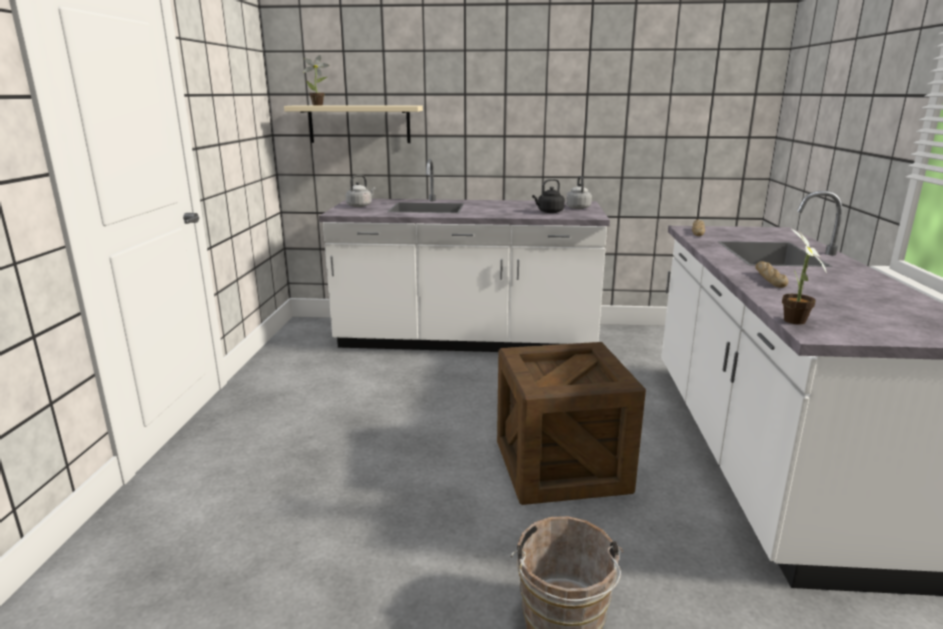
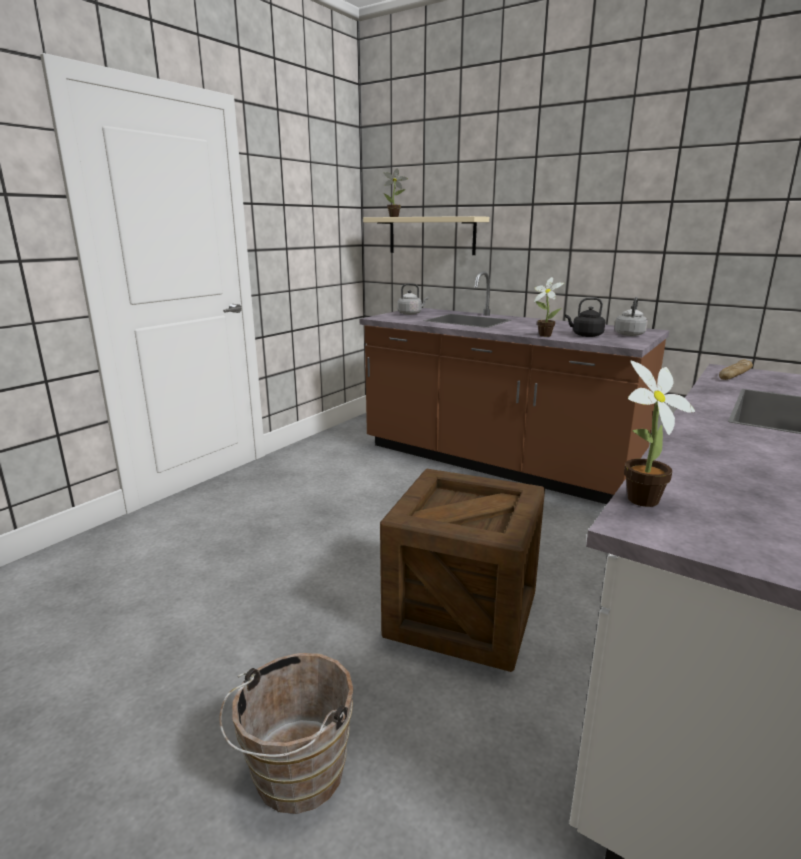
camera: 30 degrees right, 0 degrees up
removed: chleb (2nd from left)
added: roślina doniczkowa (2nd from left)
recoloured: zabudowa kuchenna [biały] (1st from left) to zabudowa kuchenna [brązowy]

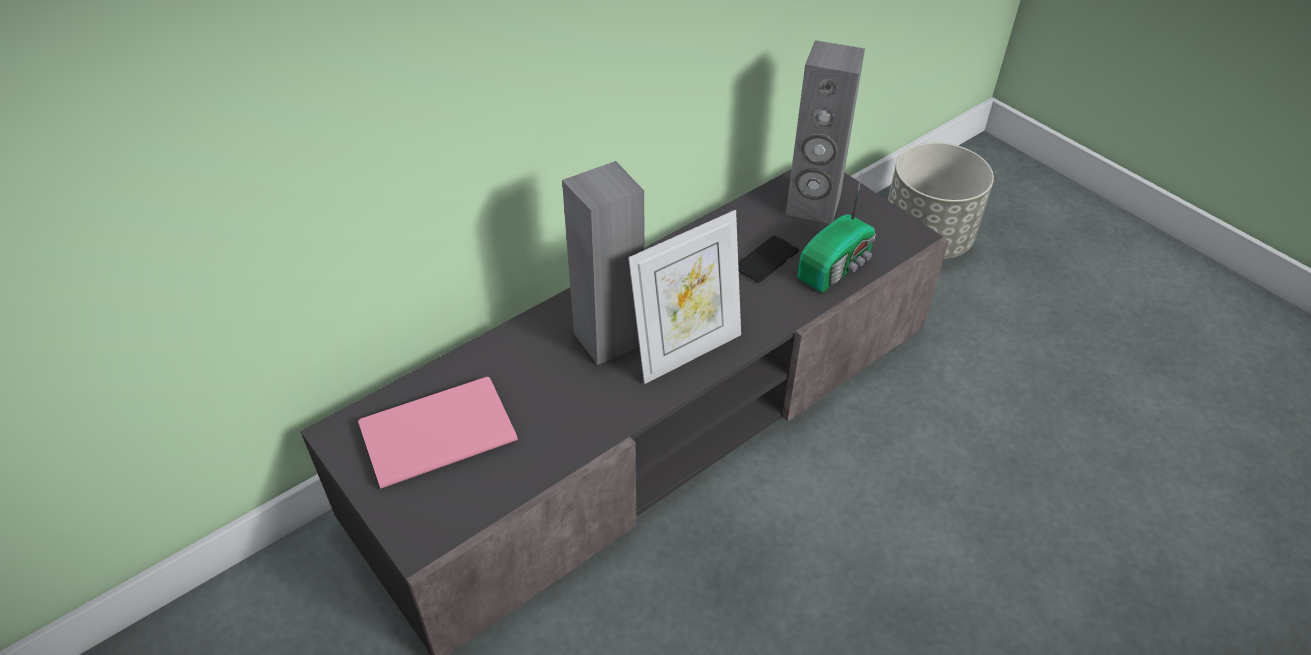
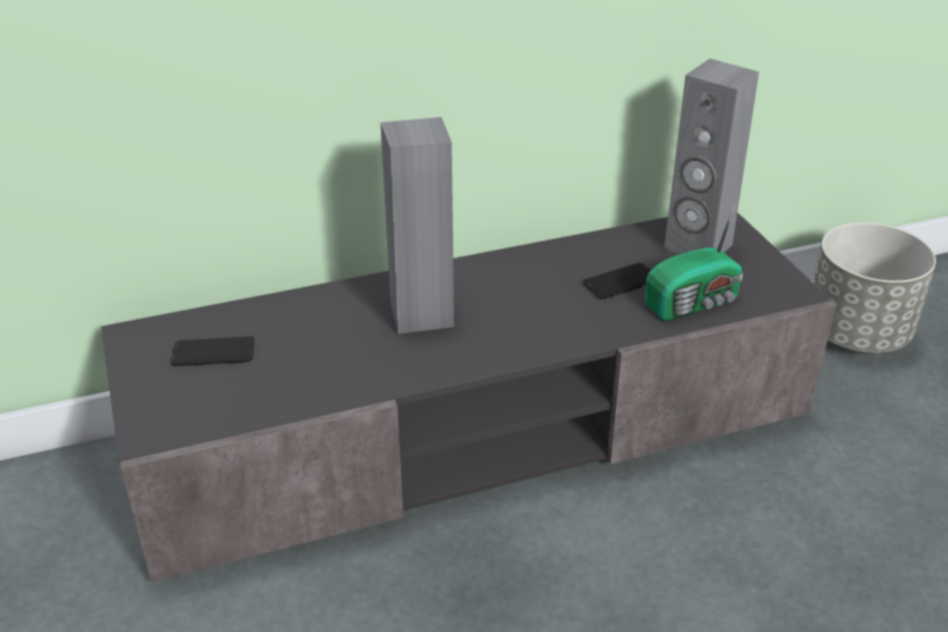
camera: 20 degrees right, 10 degrees down
removed: ramka na zdjęcie
replaced: książka [różowy] to telefon (1st from left)

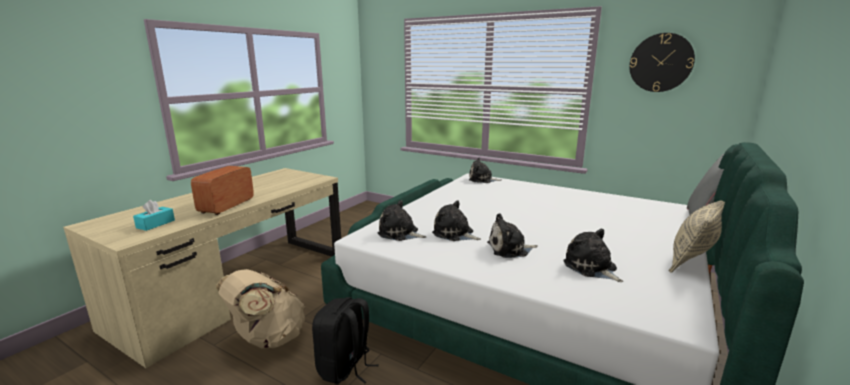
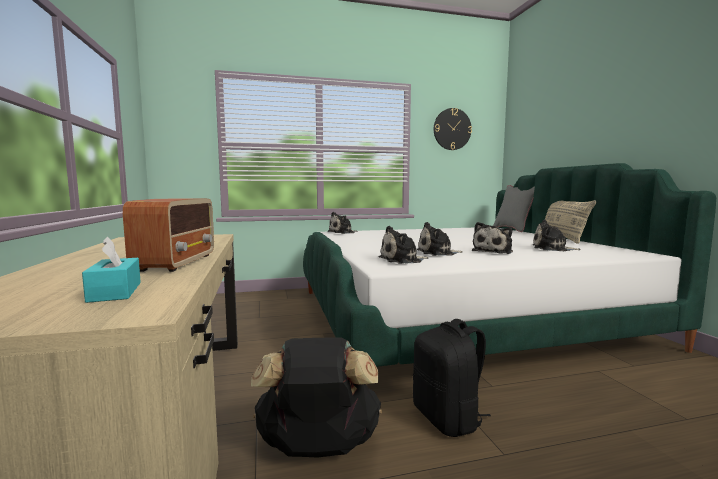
camera: 45 degrees left, 10 degrees down
recoloured: plecak [beżowy] to plecak [czarny] (1st from left)
turned: radio 150 degrees counterclockwise

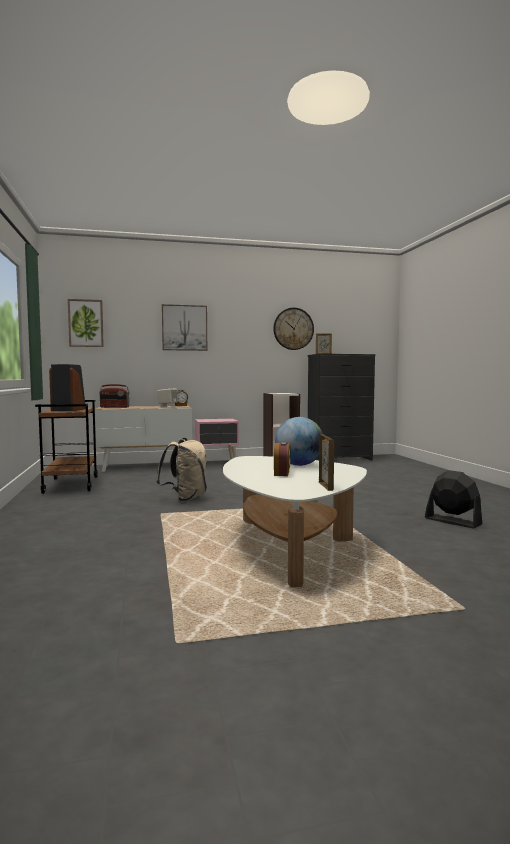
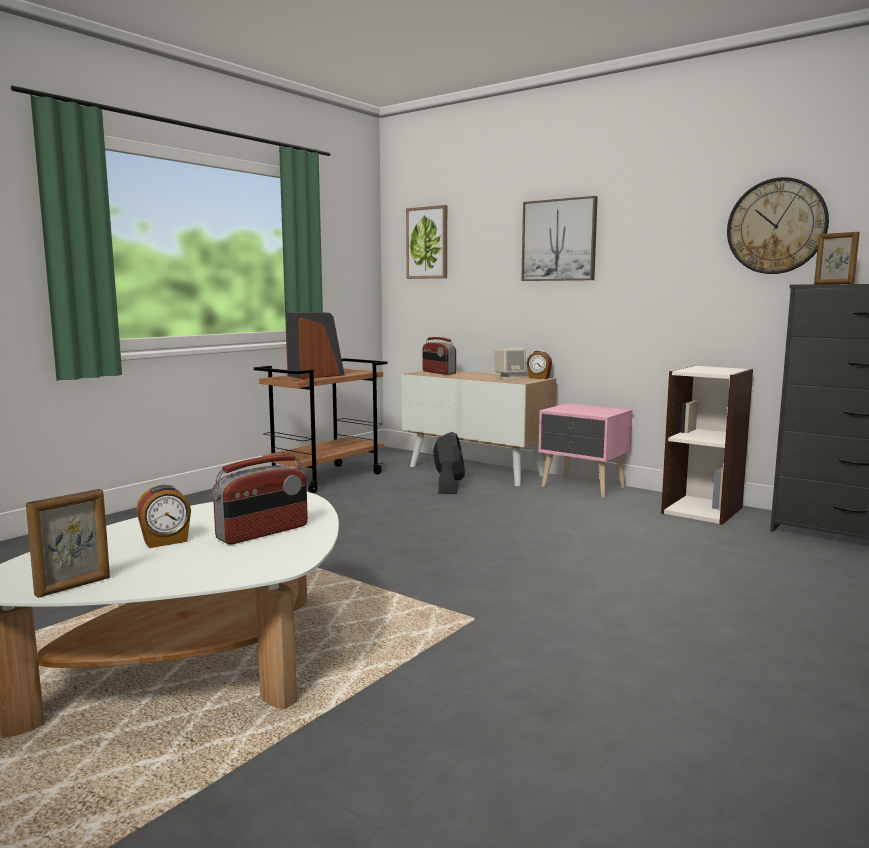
camera: 50 degrees right, 5 degrees up
removed: plecak [beżowy]
moved: wentylator [czarny]
replaced: globus to radio (1st from left)

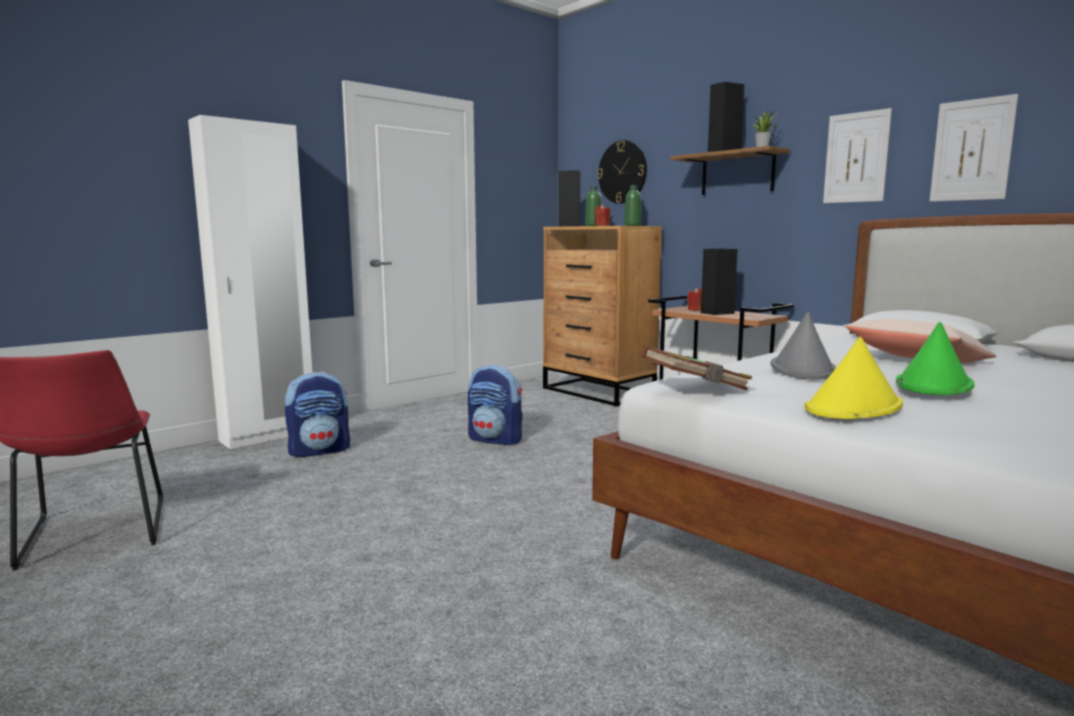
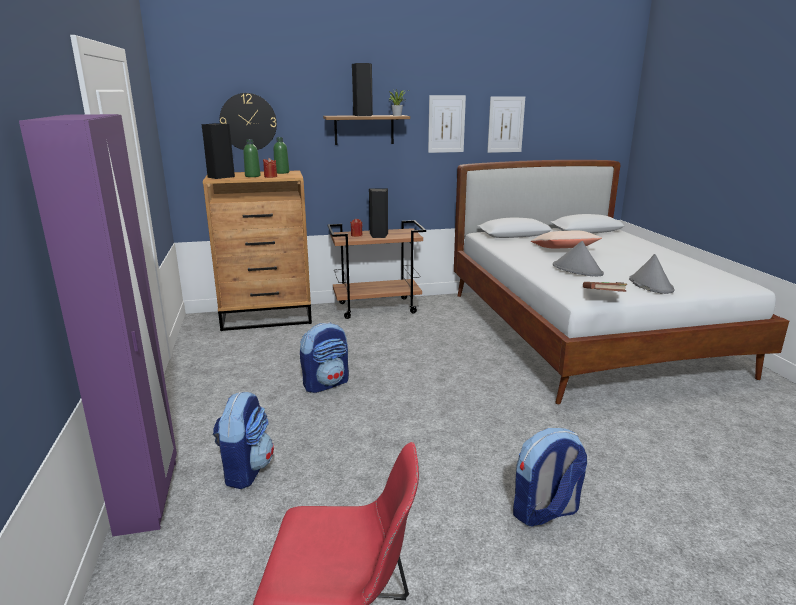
camera: 60 degrees left, 10 degrees up
removed: kapelusz [zielony]
added: plecak (3rd from left)
recoloured: szafa [biały] to szafa [fioletowy]; kapelusz [żółty] to kapelusz [szary] (2nd from left)

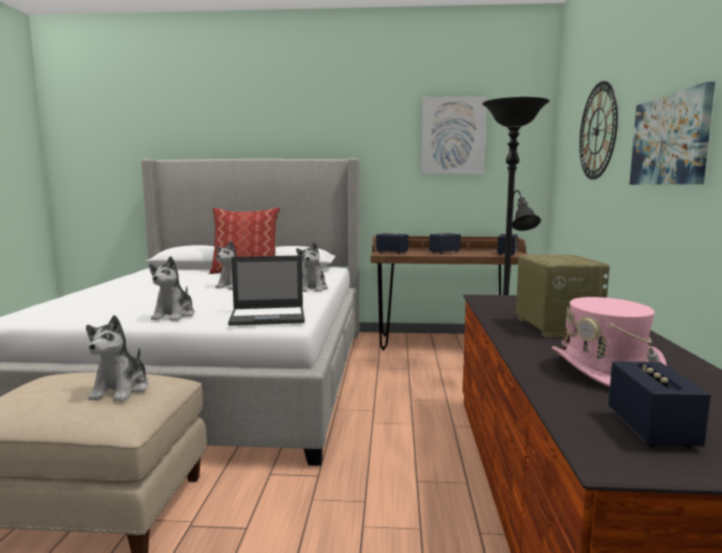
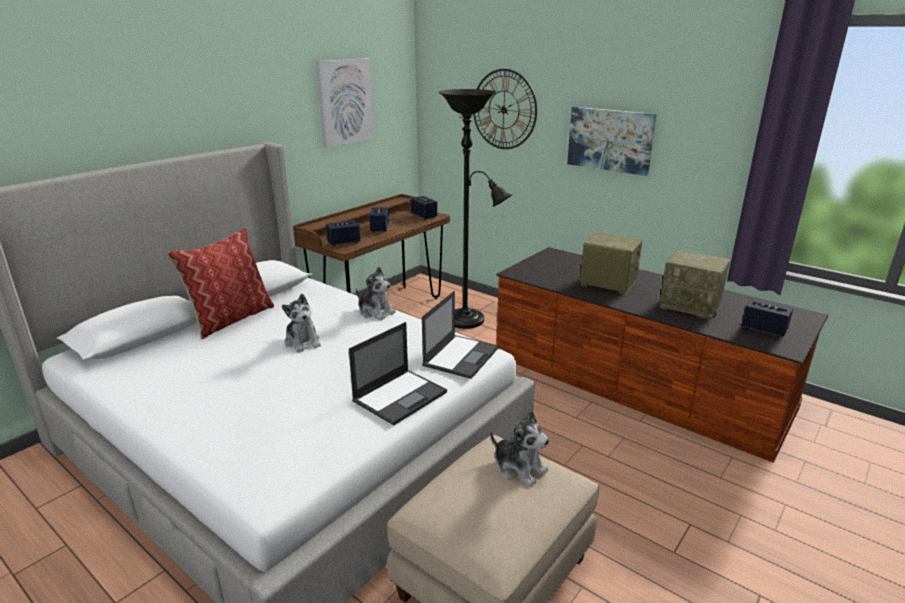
camera: 55 degrees left, 15 degrees up
replaced: pluszak (2nd from left) to laptop (1st from left); kapelusz [różowy] to radio (2nd from left)

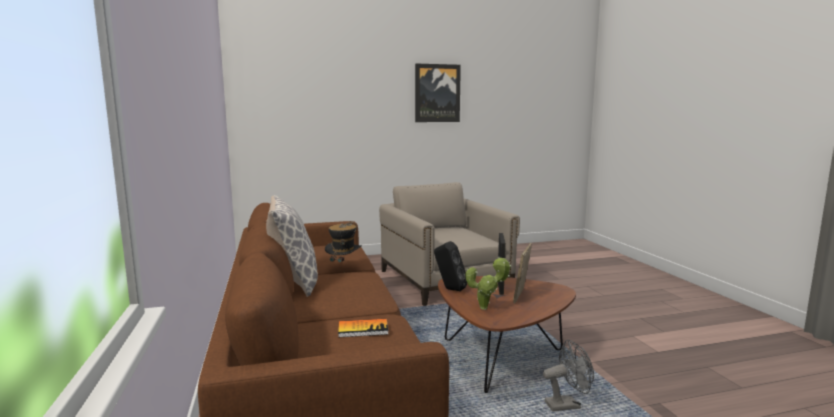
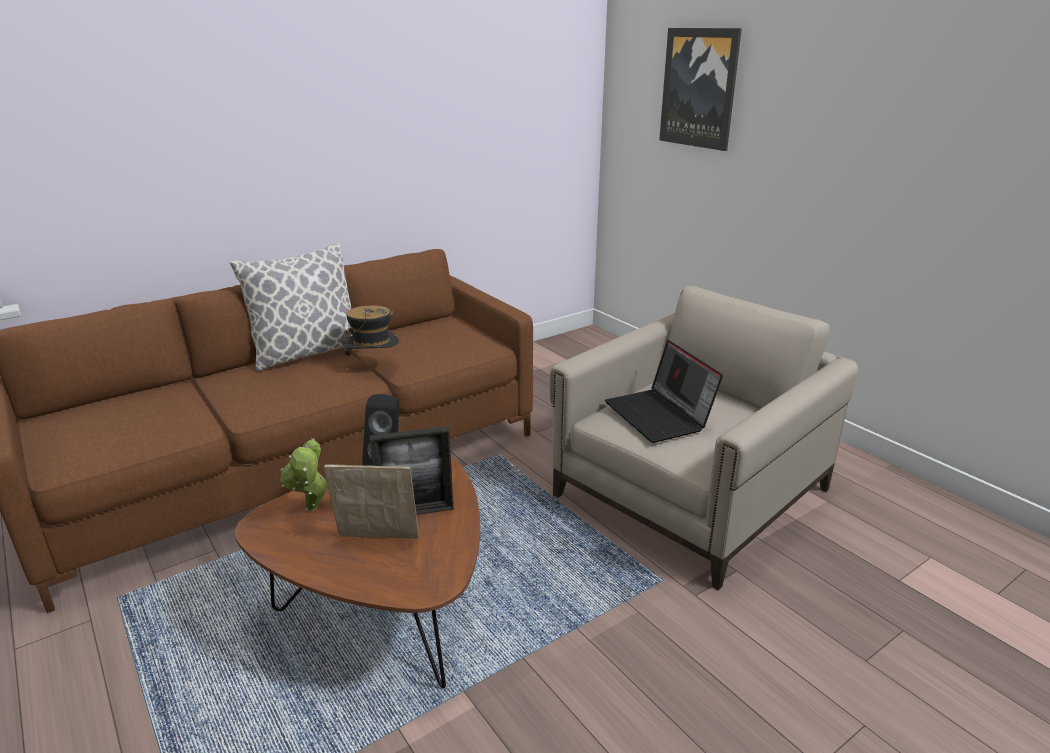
camera: 70 degrees right, 15 degrees up
removed: książka; wentylator [szary]
added: laptop
moved: obraz

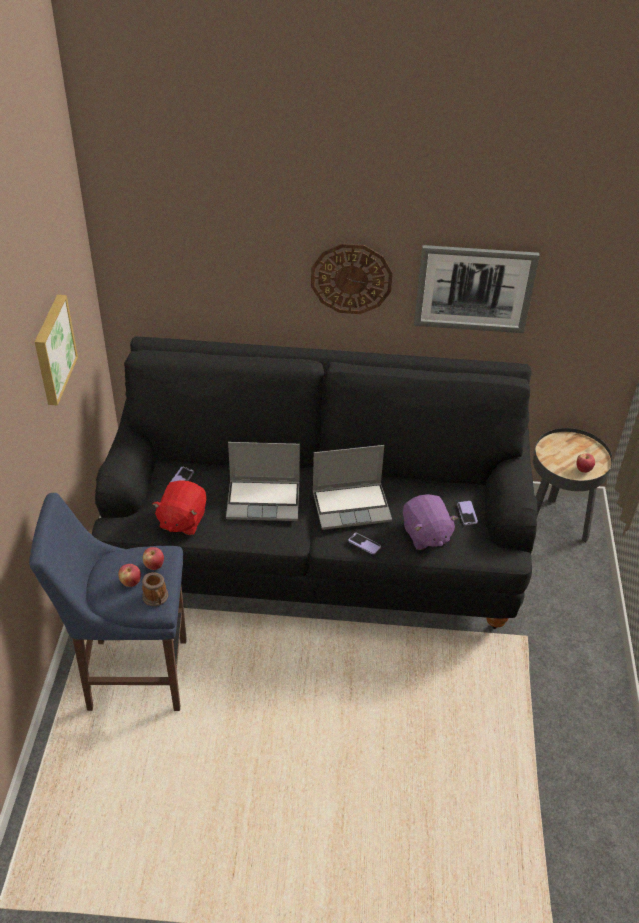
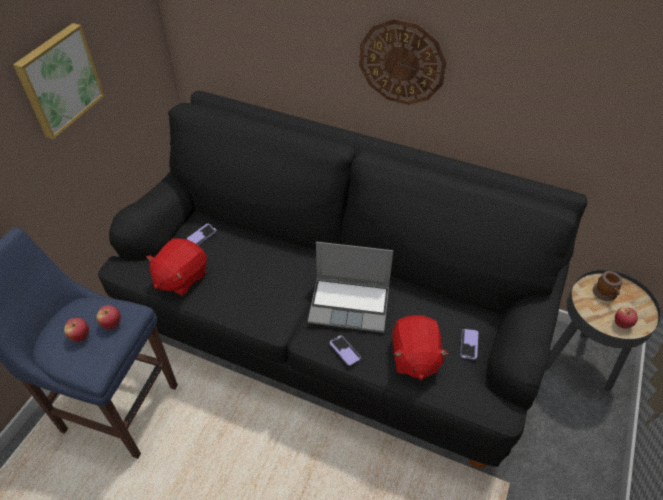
camera: 20 degrees right, 5 degrees up
removed: obraz (2nd from left); laptop (1st from left)
moved: kubek
recoloured: pluszak [fioletowy] to pluszak [czerwony] (2nd from left)

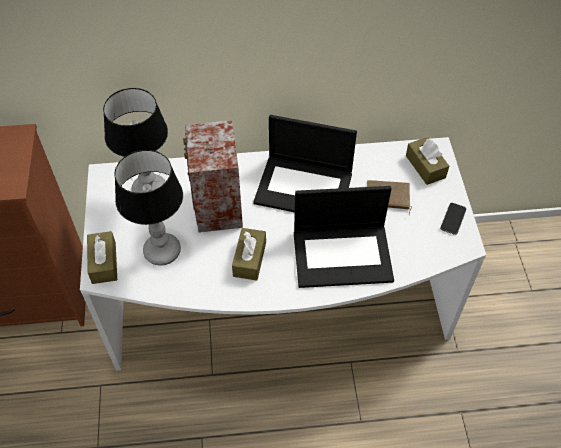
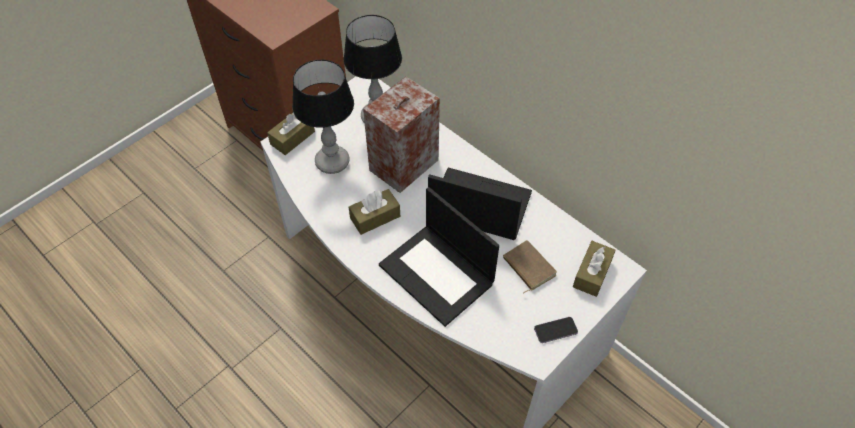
camera: 50 degrees right, 0 degrees up
turned: laptop (1st from left in the first image) 135 degrees clockwise

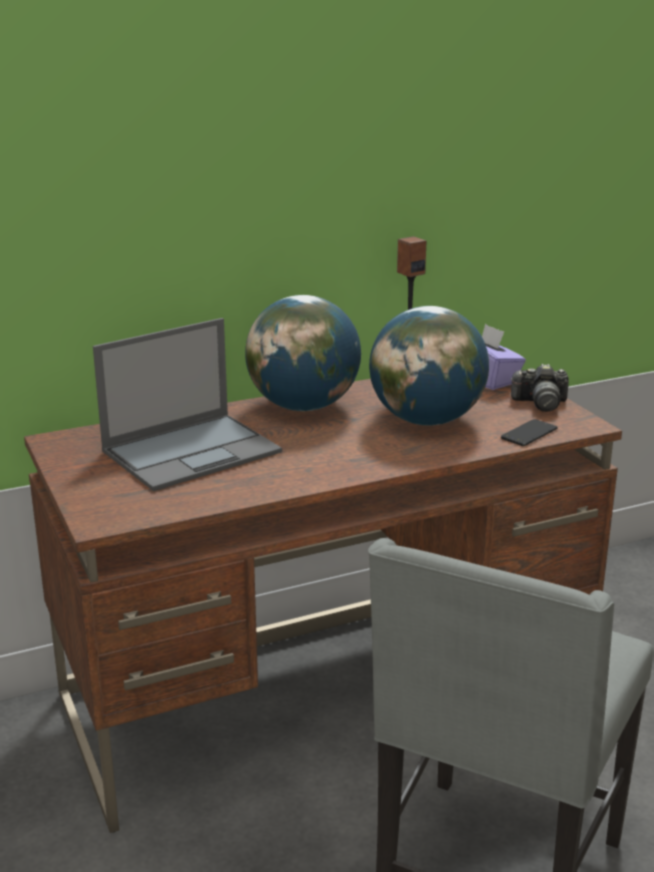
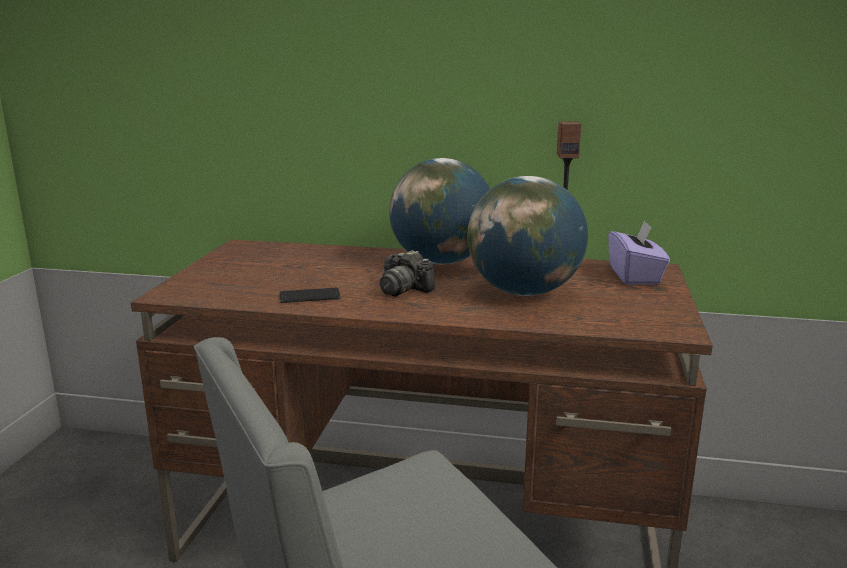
camera: 35 degrees right, 5 degrees down
removed: laptop
moved: aparat fotograficzny; telefon

